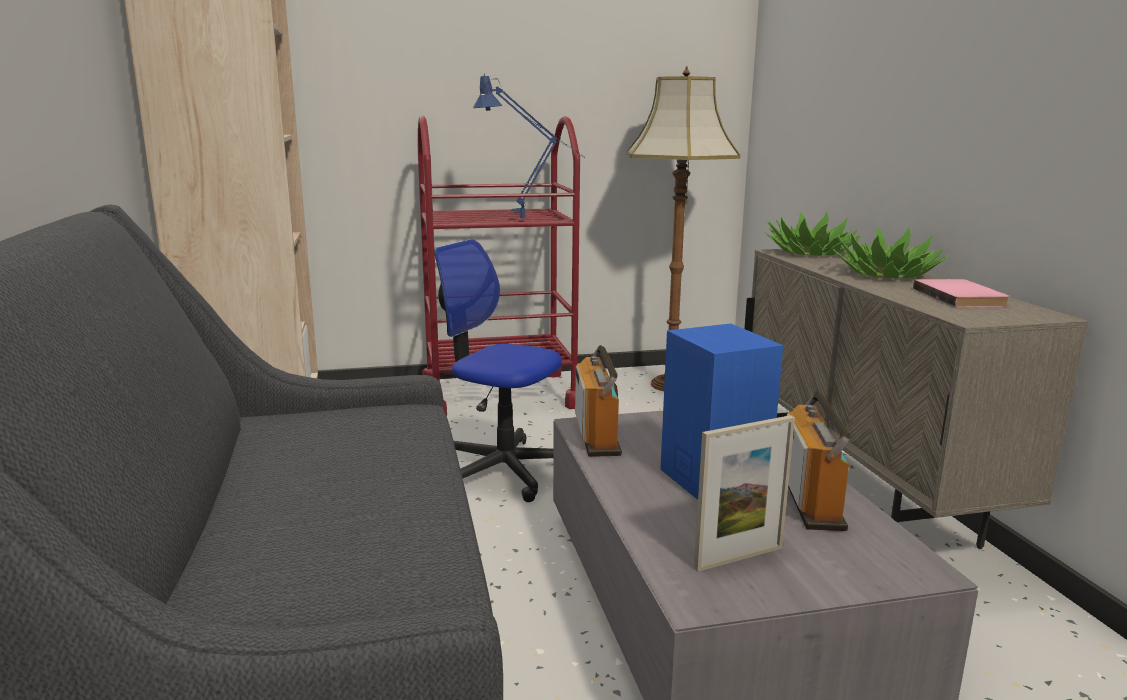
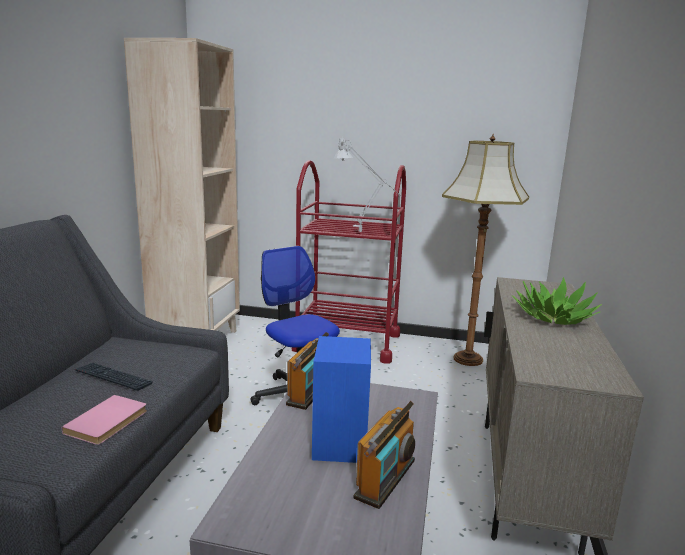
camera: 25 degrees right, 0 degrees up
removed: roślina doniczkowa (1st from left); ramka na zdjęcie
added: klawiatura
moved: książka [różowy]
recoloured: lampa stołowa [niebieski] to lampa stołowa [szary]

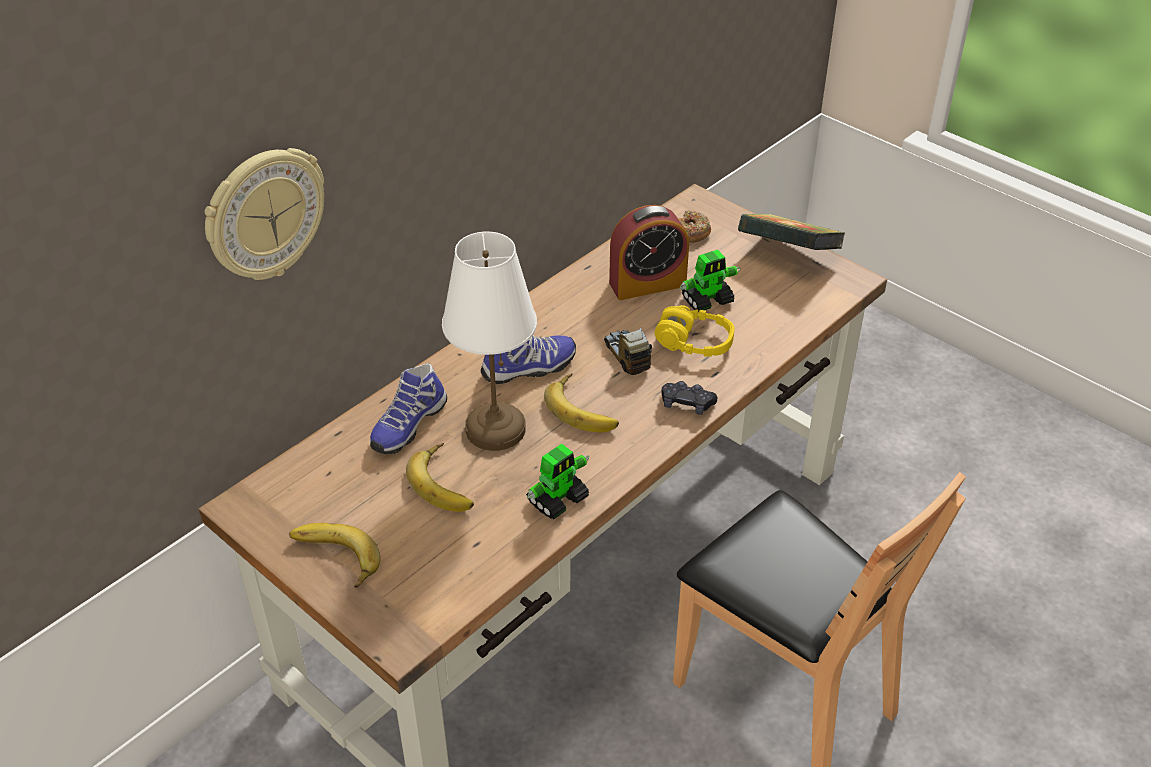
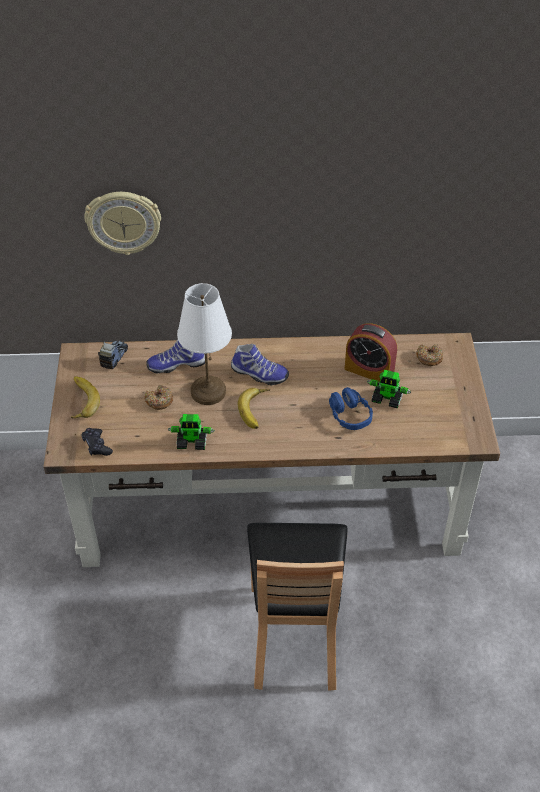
camera: 45 degrees right, 5 degrees up
removed: książka
moved: ciężarówka zabawkowa; pad do gier [czarny]
replaced: banan (2nd from left) to donut (1st from left)
recoloured: słuchawki [żółty] to słuchawki [niebieski]

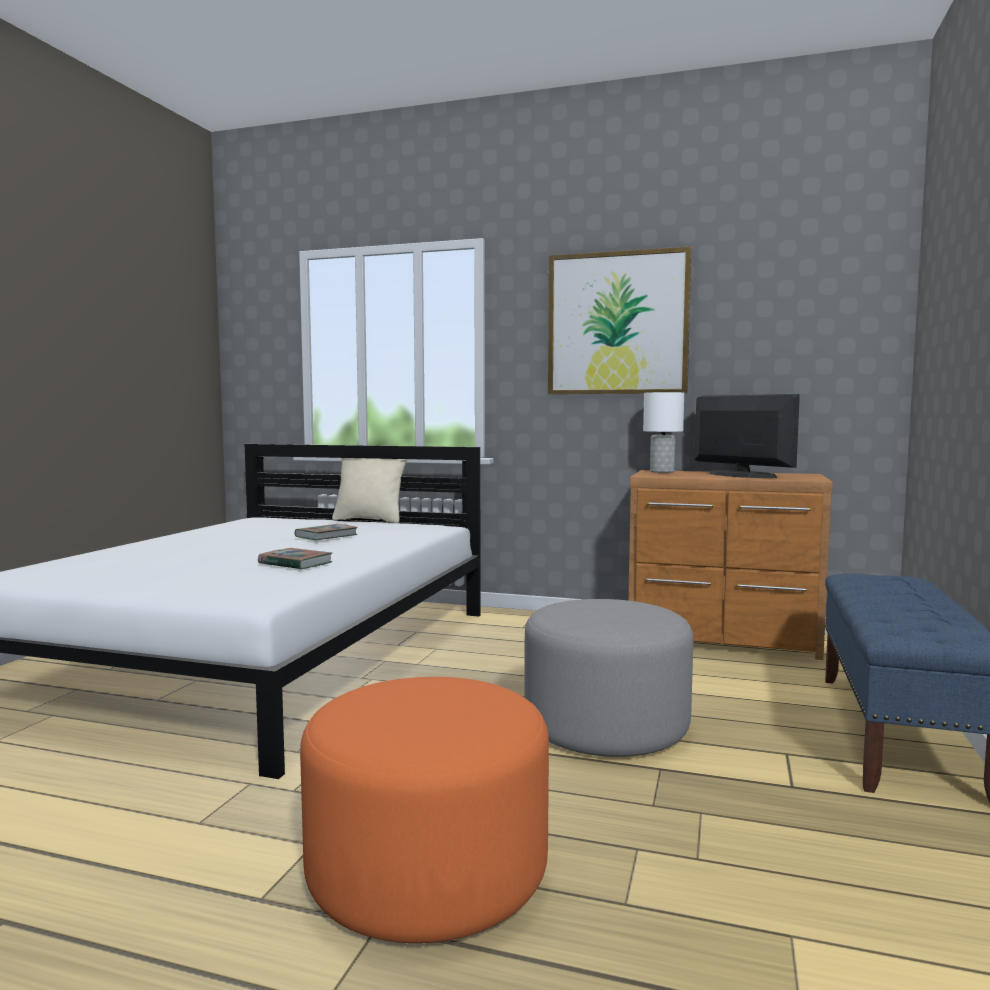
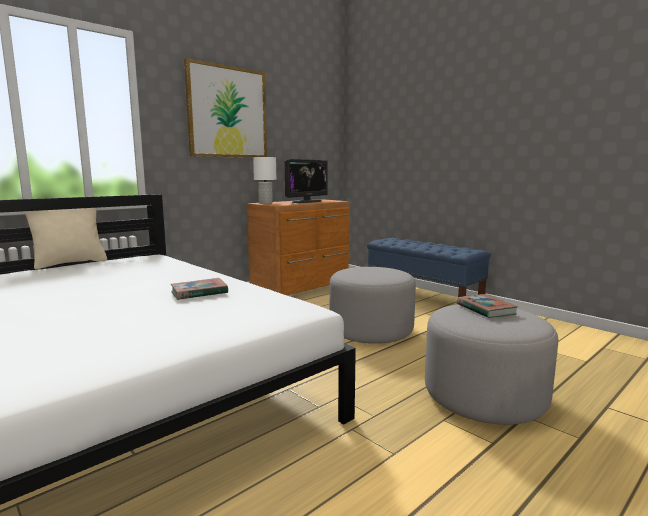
camera: 60 degrees left, 5 degrees up
moved: książka (2nd from left)
recoloured: pufa [pomarańczowy] to pufa [szary] (2nd from left)
turned: monitor 135 degrees clockwise

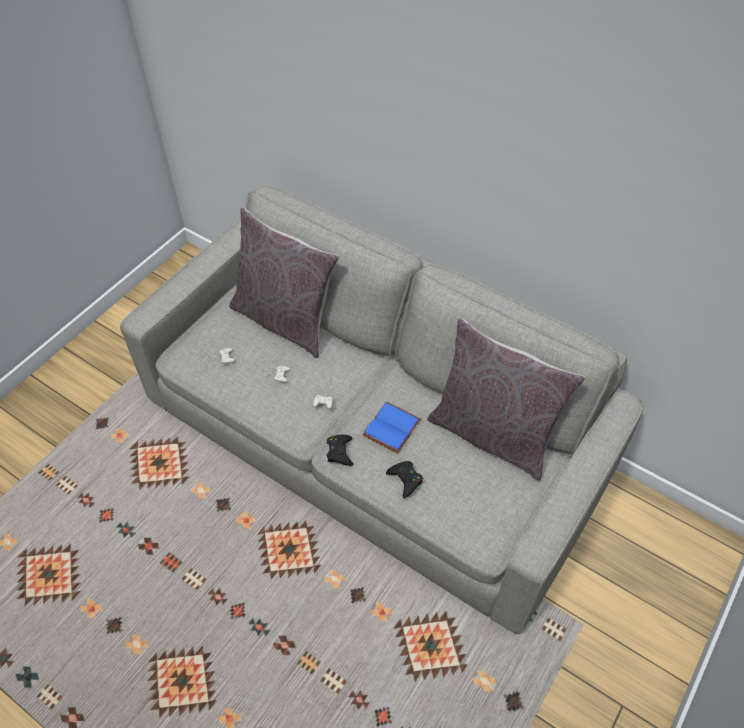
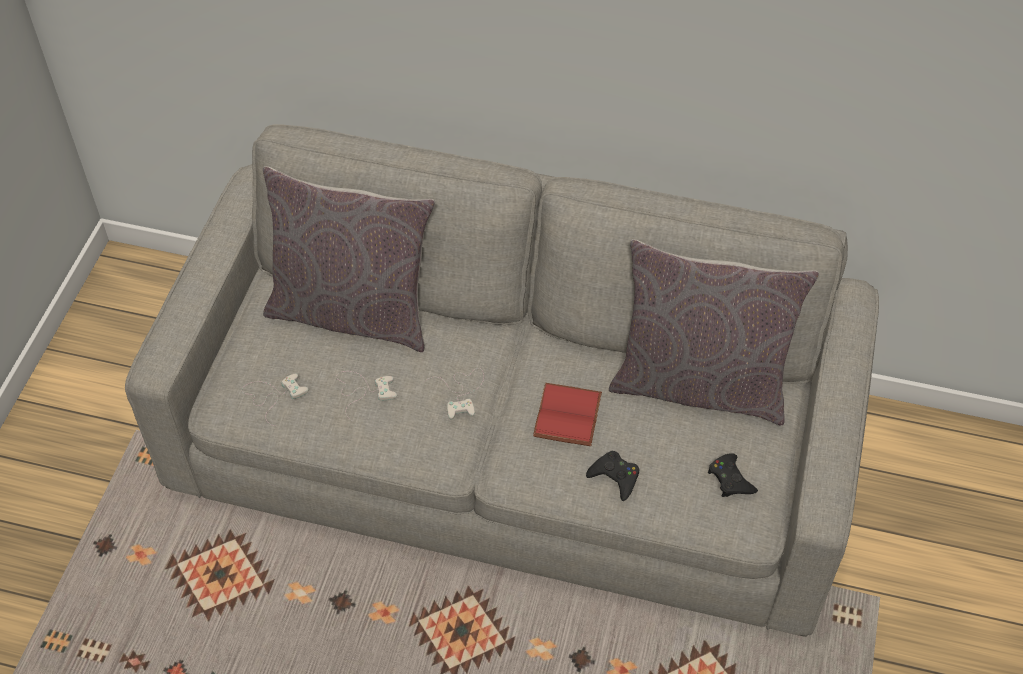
camera: 20 degrees left, 0 degrees up
moved: pad do gier [czarny] (1st from left in the first image) to pad do gier [czarny] (2nd from left)
recoloured: książka [niebieski] to książka [czerwony]

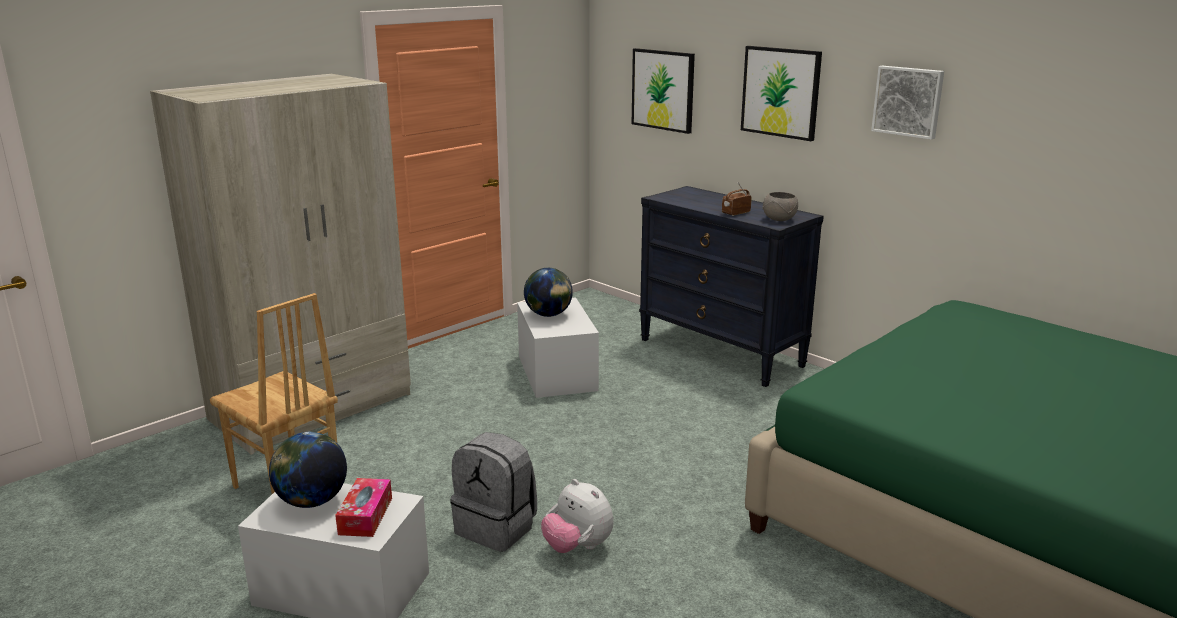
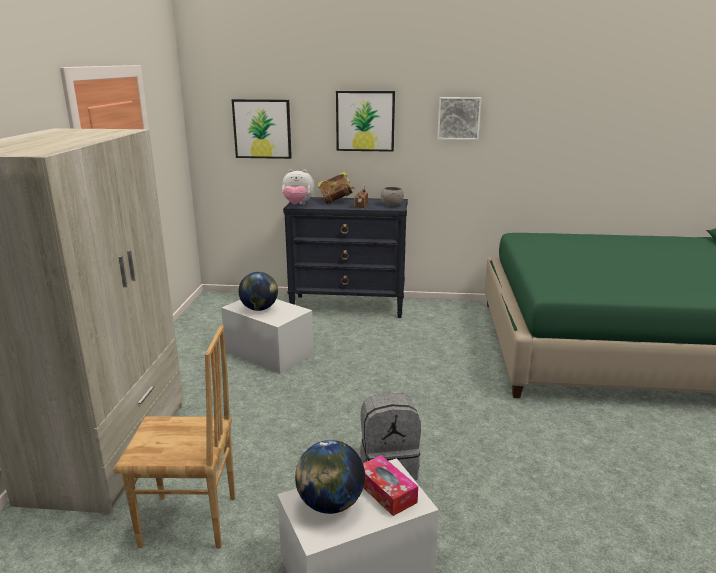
camera: 40 degrees left, 0 degrees up
added: książka
moved: pluszak

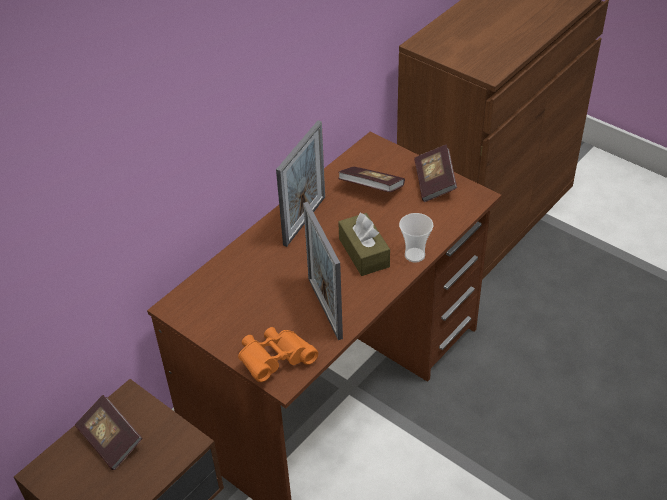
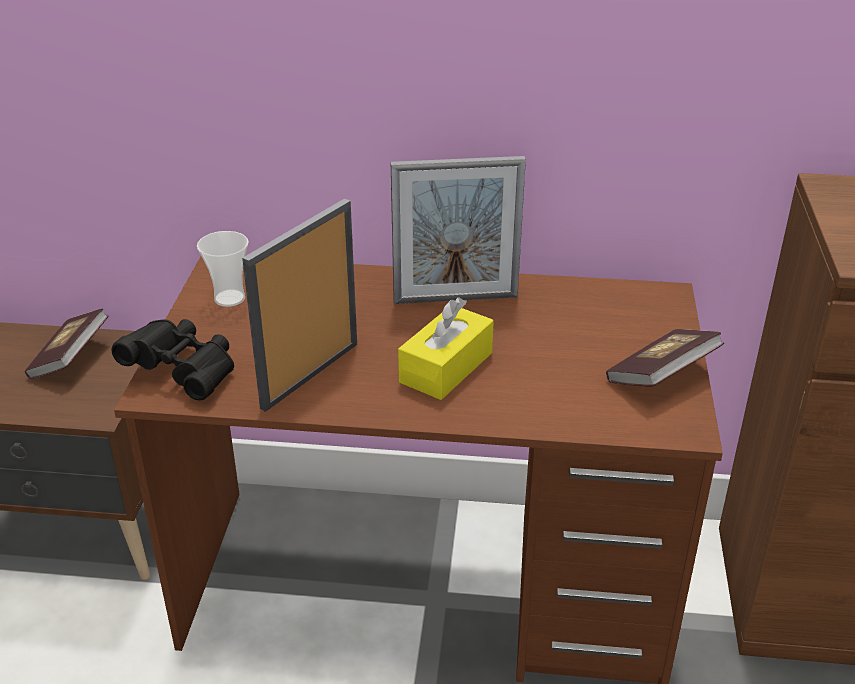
camera: 55 degrees right, 10 degrees down
removed: książka (2nd from left)
moved: filiżanka
recoloured: pudełko chusteczek [brązowy] to pudełko chusteczek [żółty]; lornetka [pomarańczowy] to lornetka [czarny]

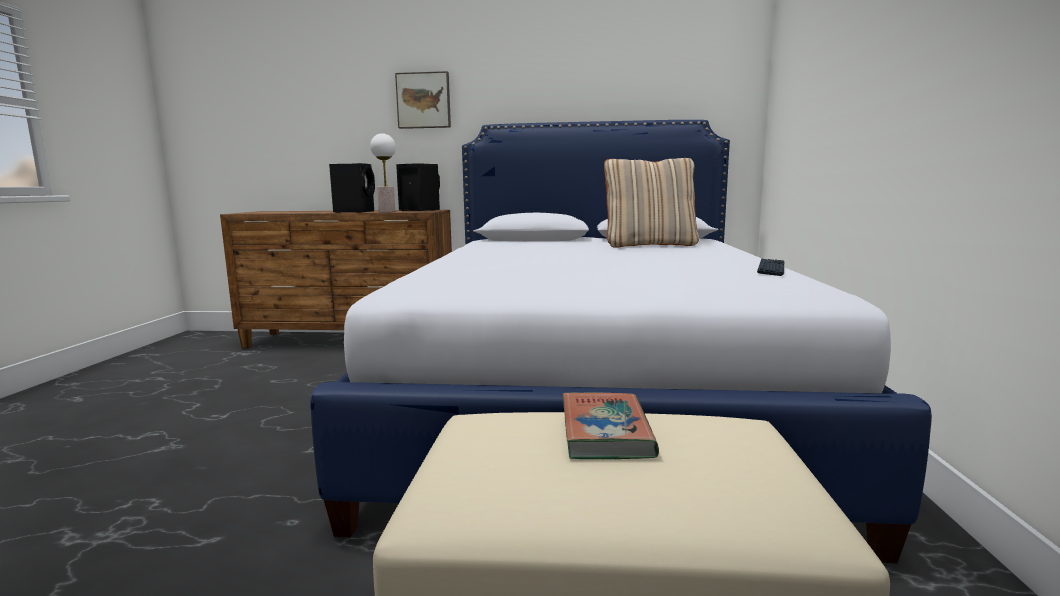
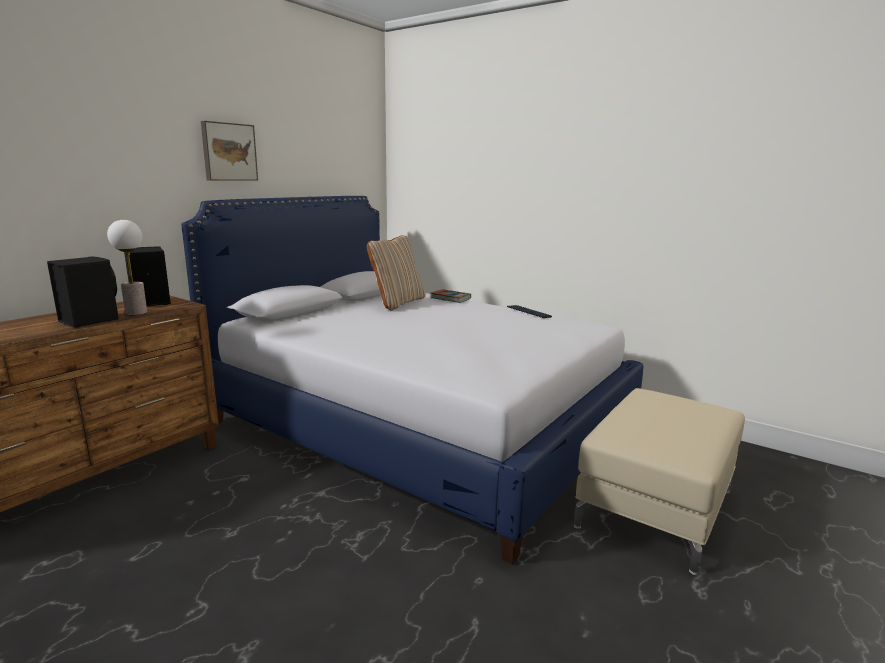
camera: 60 degrees left, 5 degrees up
moved: obraz; książka

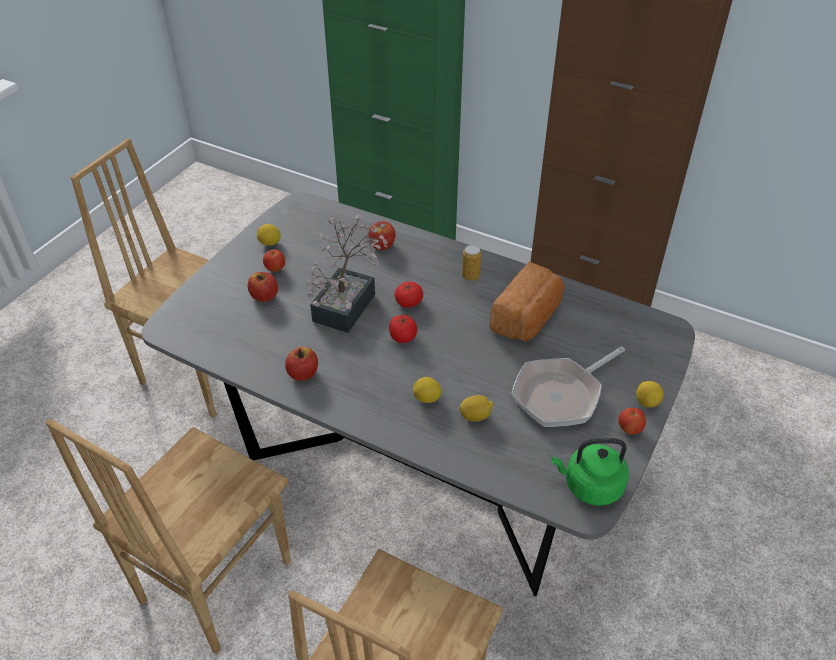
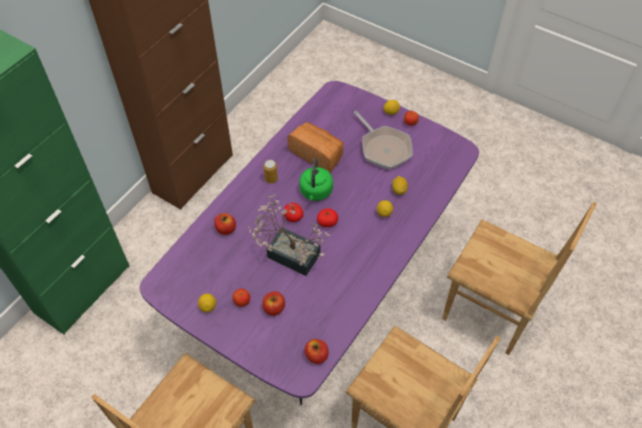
camera: 85 degrees left, 10 degrees up
moved: jabłko (3rd from left in the first image) to jabłko (4th from left); czajnik [zielony]
recoloured: stół jadalny [szary] to stół jadalny [fioletowy]

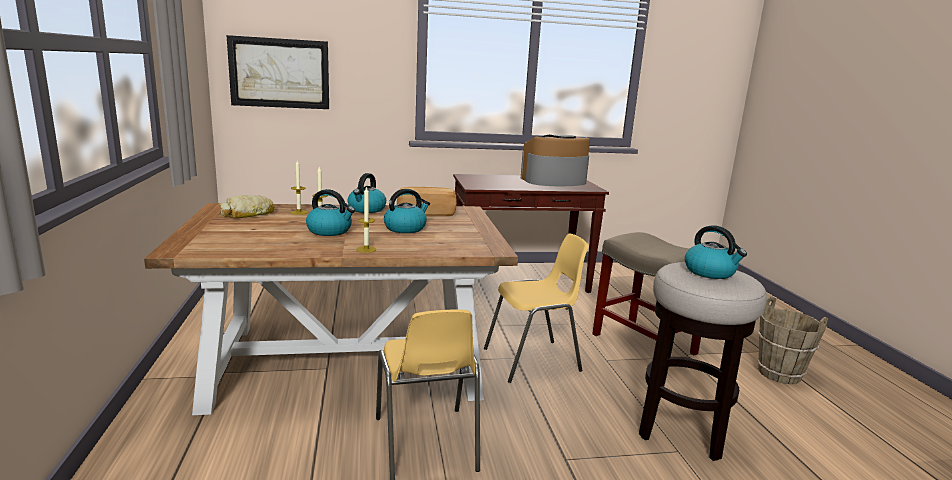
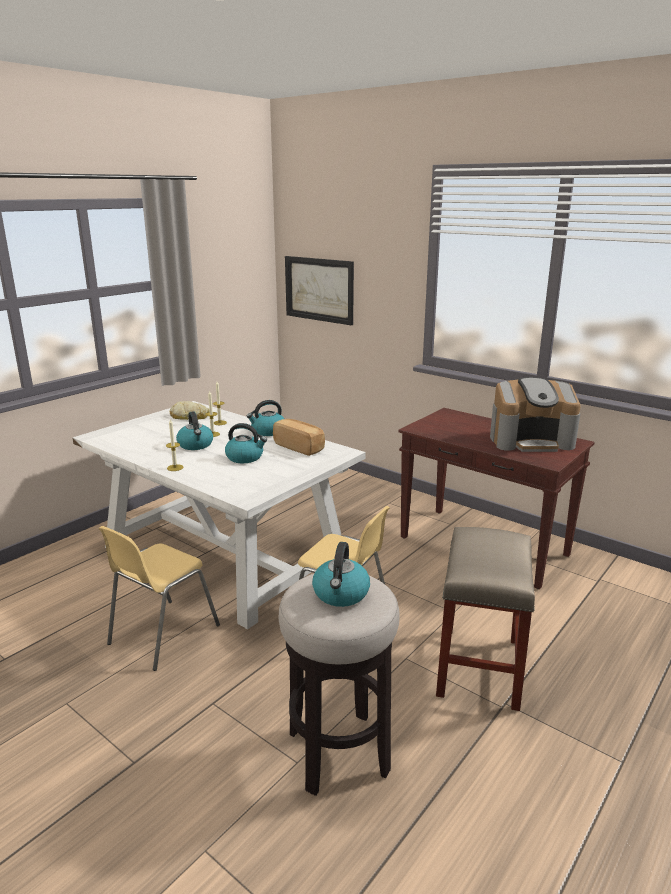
camera: 50 degrees right, 5 degrees up
removed: wiadro [brązowy]
recoloured: stół jadalny [brązowy] to stół jadalny [biały]
turned: ekspres do kawy 150 degrees clockwise

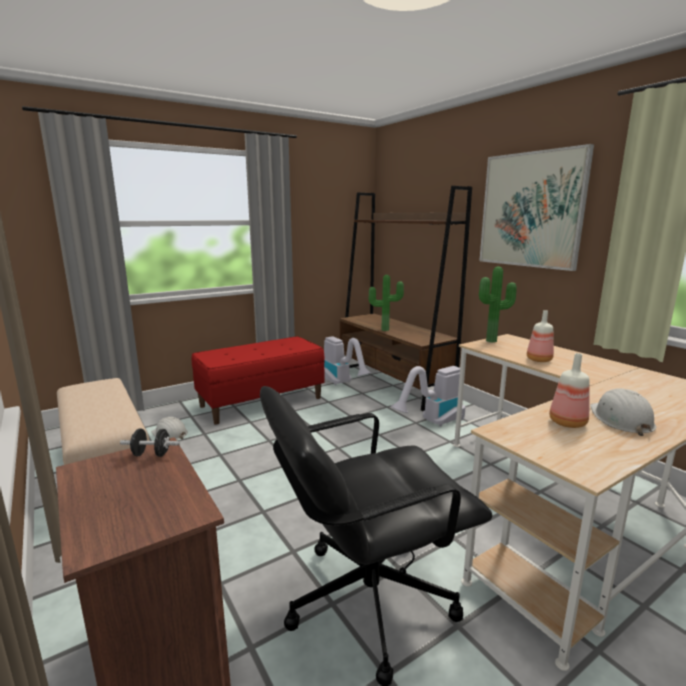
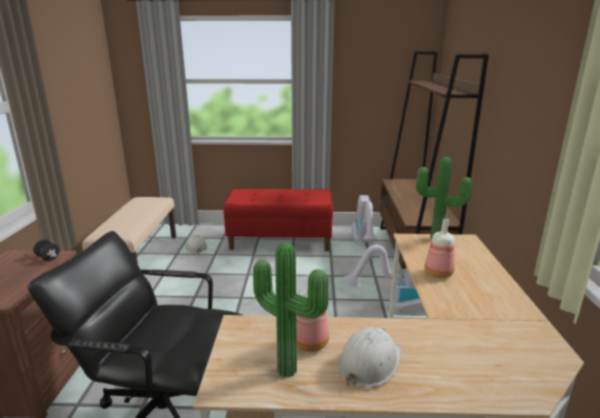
camera: 35 degrees right, 5 degrees up
removed: obraz
moved: roślina doniczkowa (1st from left)

